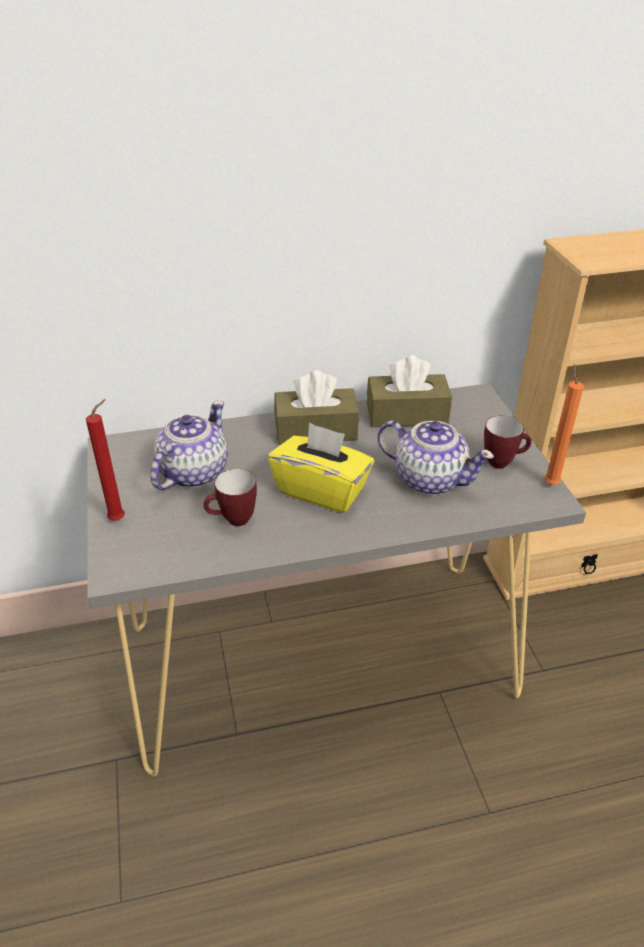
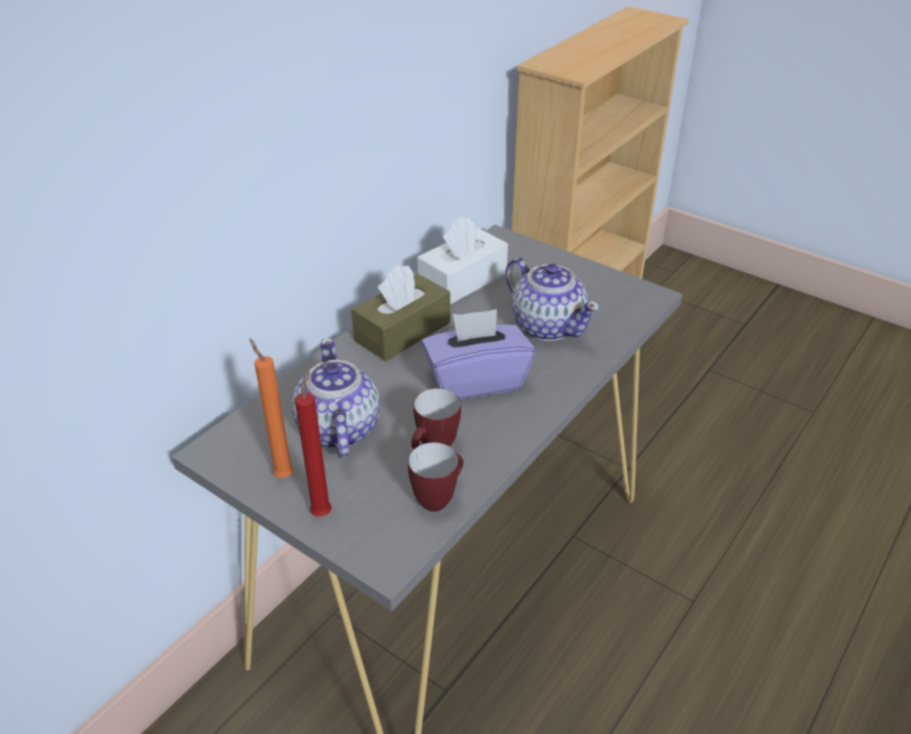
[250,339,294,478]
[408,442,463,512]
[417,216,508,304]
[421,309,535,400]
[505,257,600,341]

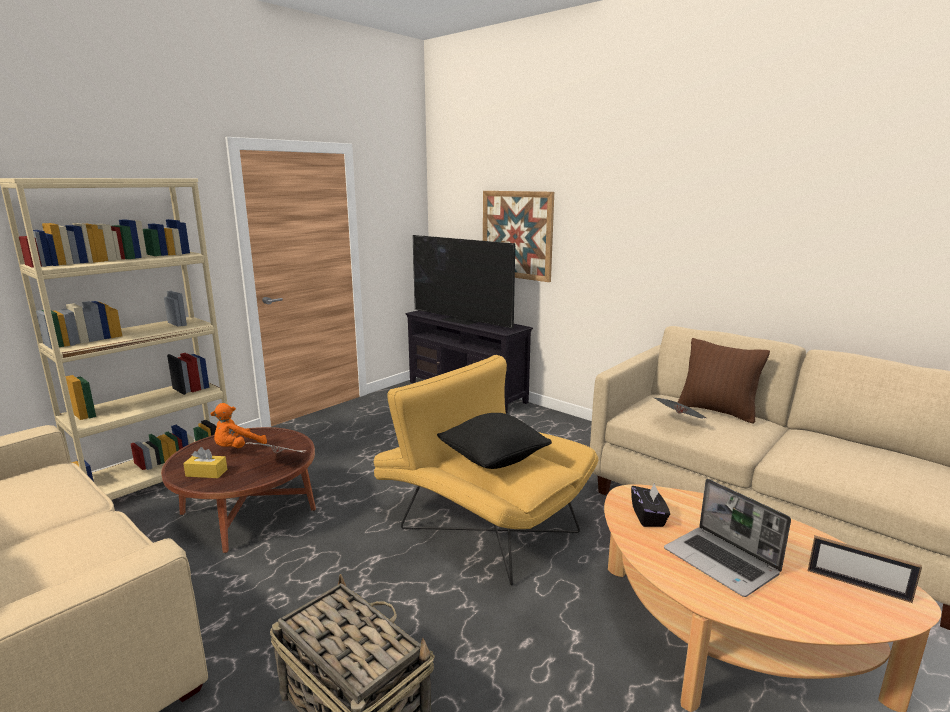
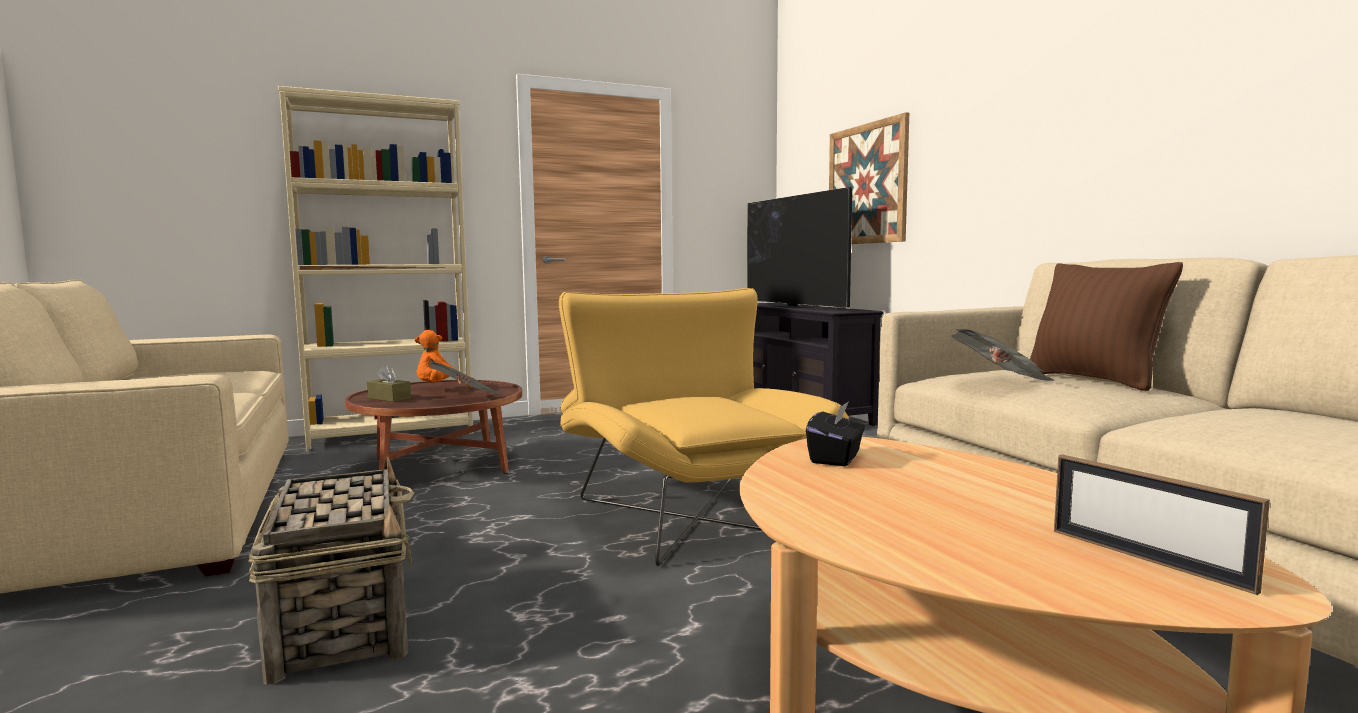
[367,365,411,402]
[437,413,552,469] (first image)
[664,479,791,597] (first image)

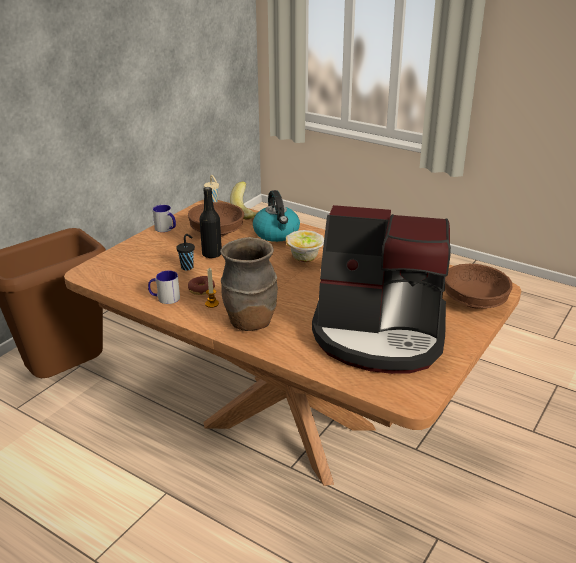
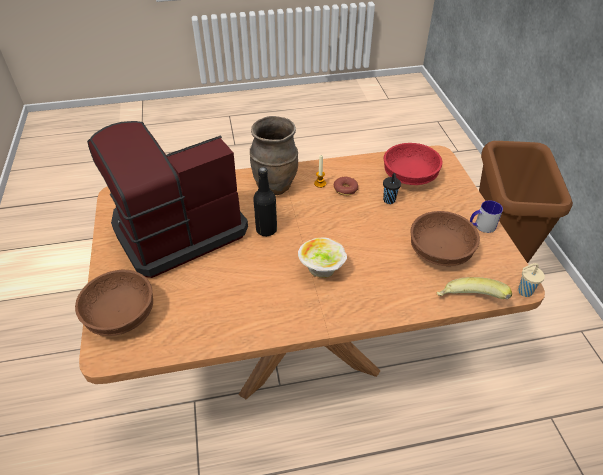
[253,167,277,236]
[384,143,443,185]
[148,271,180,304] (first image)
[253,190,300,242] (first image)

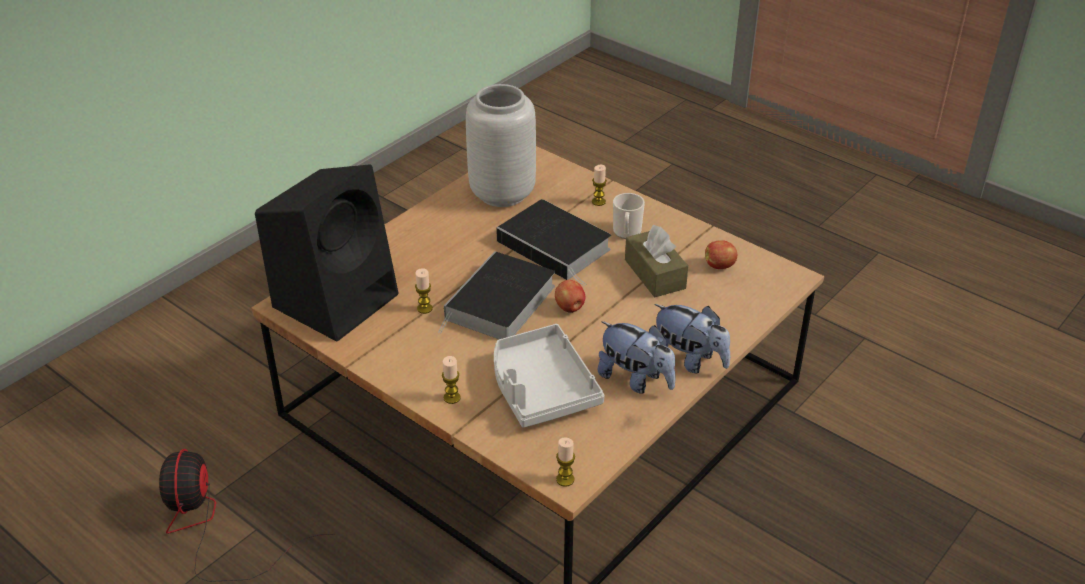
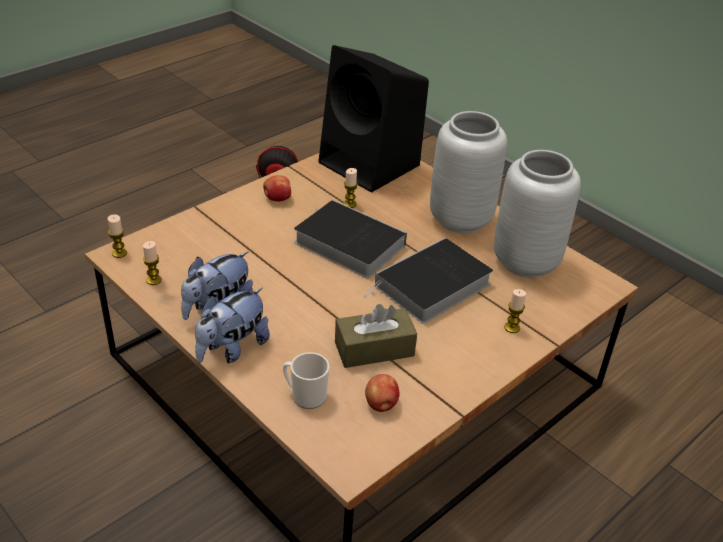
[143,241,162,285]
[263,175,291,201]
[283,352,329,409]
[430,111,507,233]
[494,324,605,428] (first image)

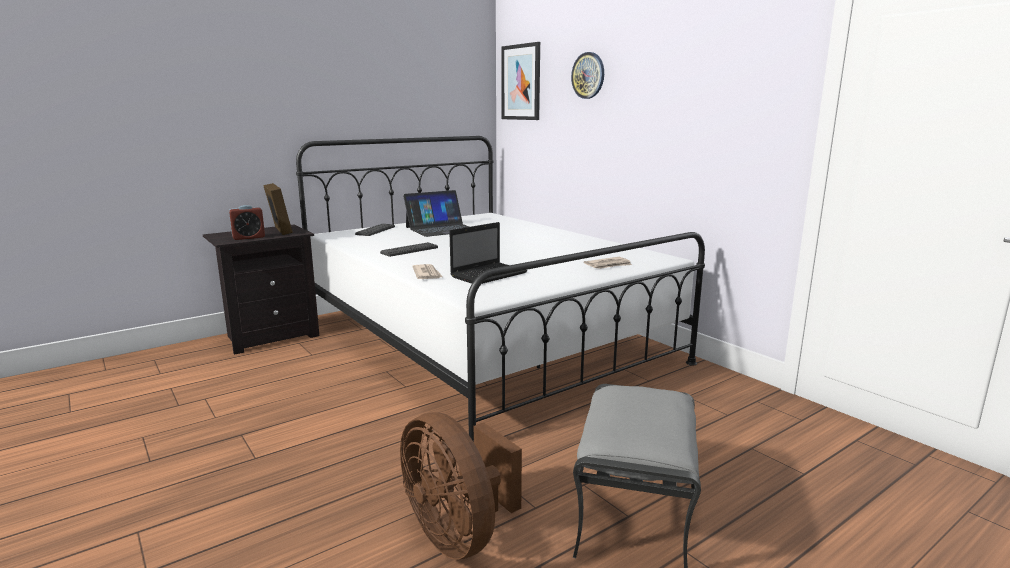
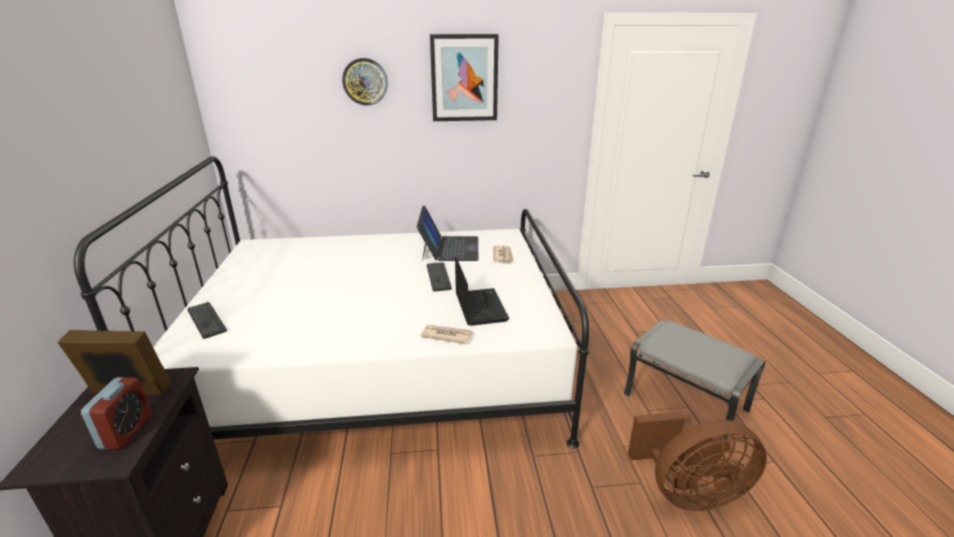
[417,205,478,261]
[427,262,452,292]
[430,34,499,121]

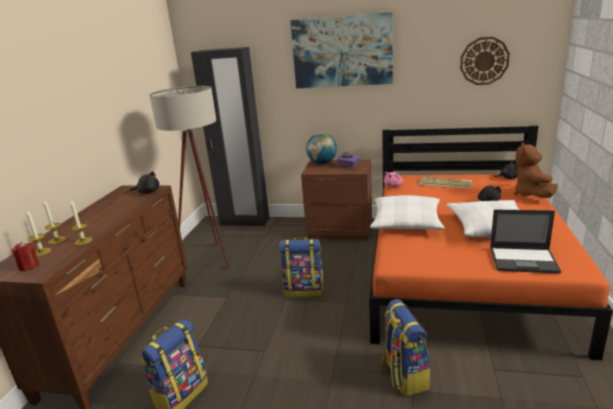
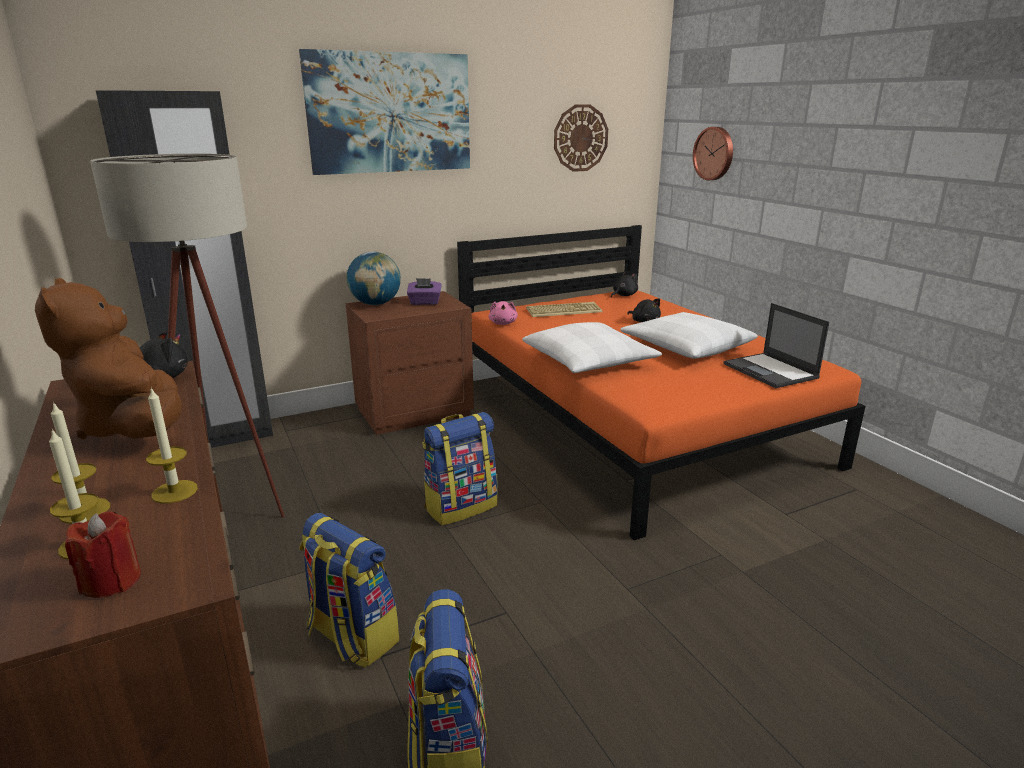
[35,278,182,440]
[299,513,399,668]
[693,127,733,180]
[724,303,829,388]

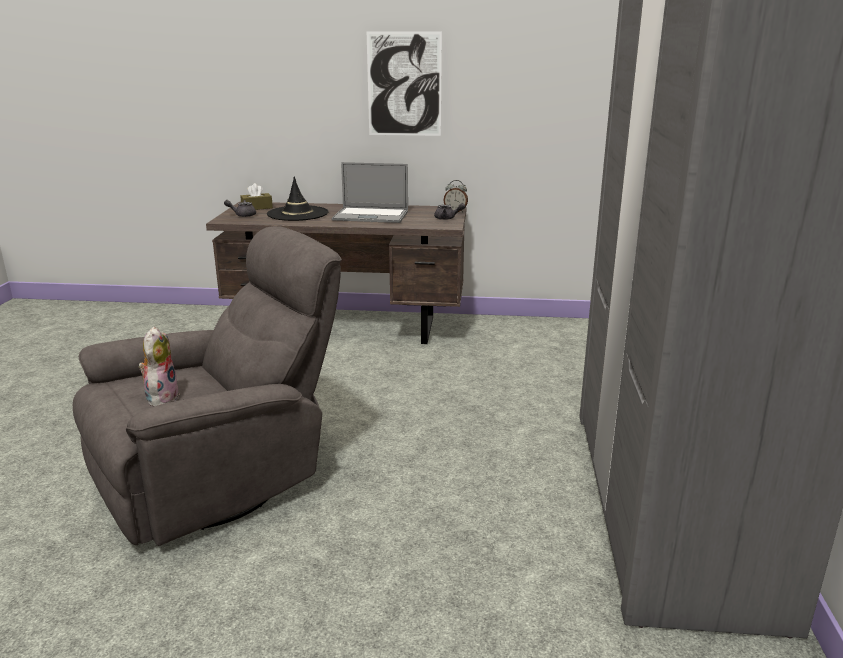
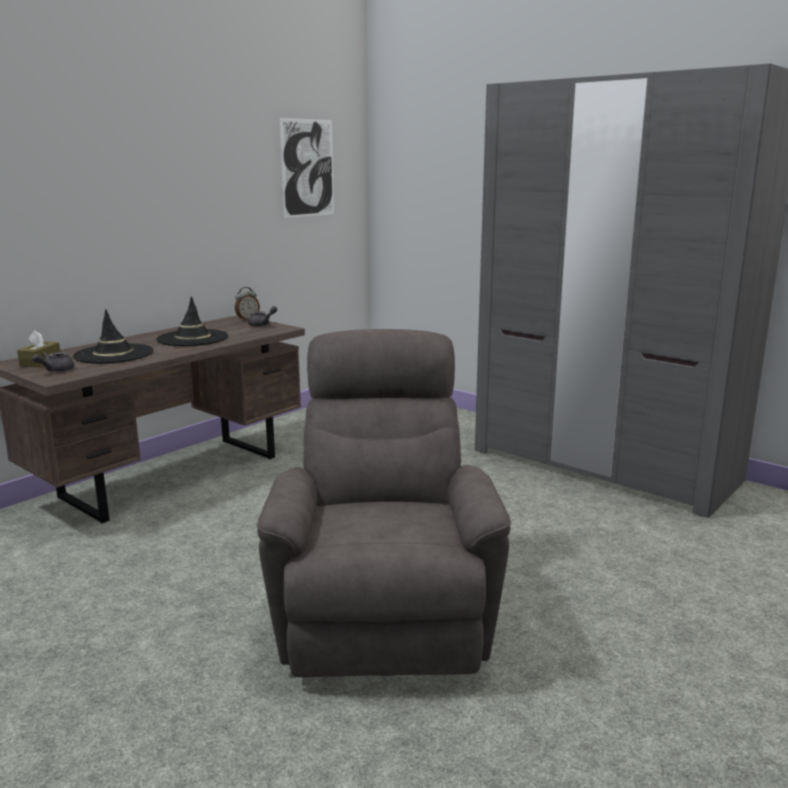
[156,296,228,346]
[280,118,334,218]
[139,327,180,407] (first image)

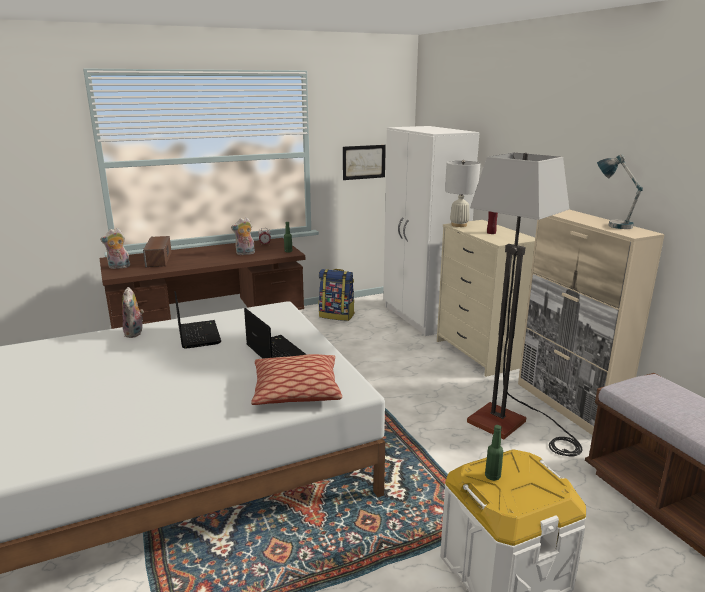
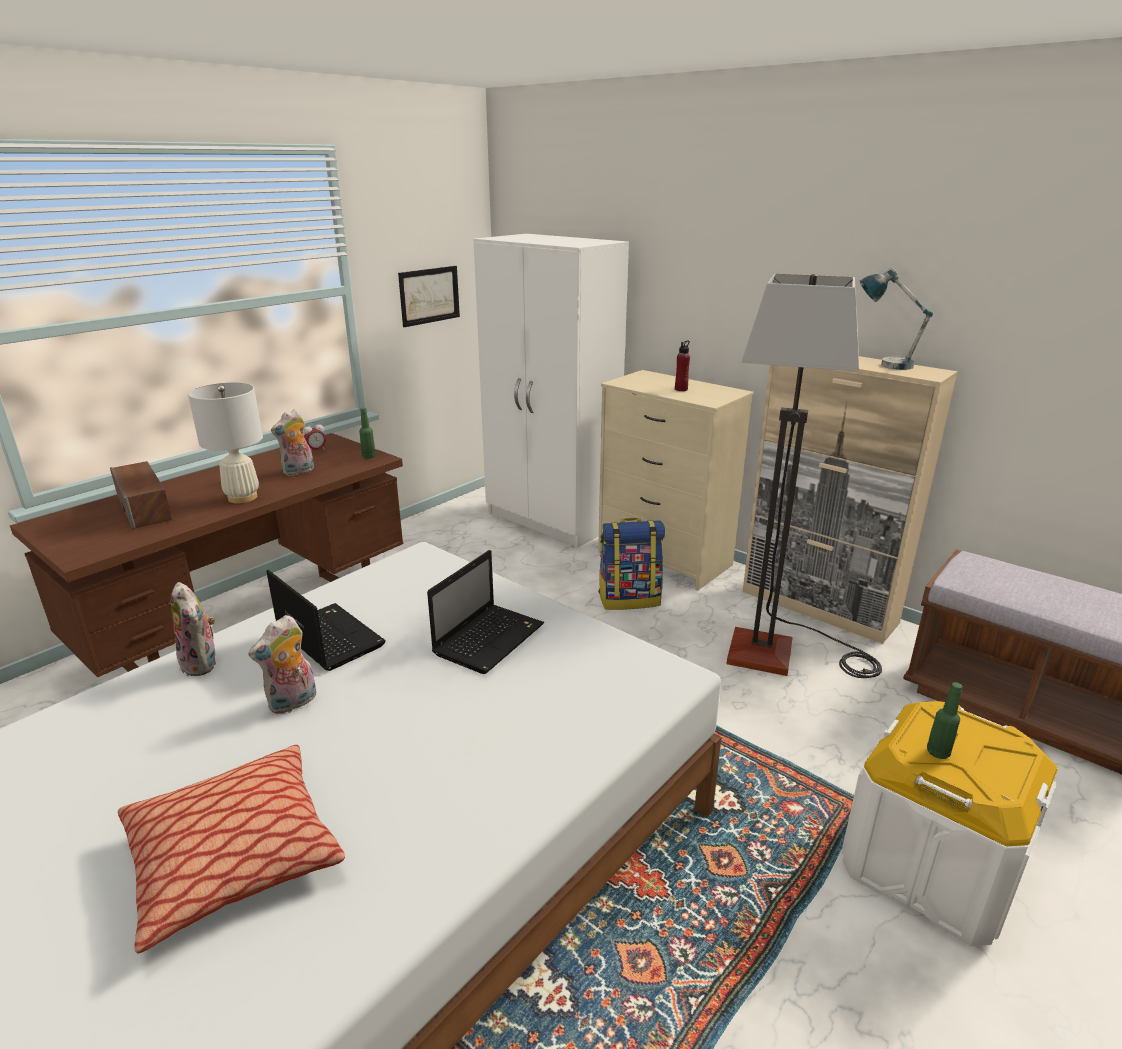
[118,745,345,954]
[188,383,263,504]
[248,615,316,714]
[427,550,544,674]
[598,518,665,610]

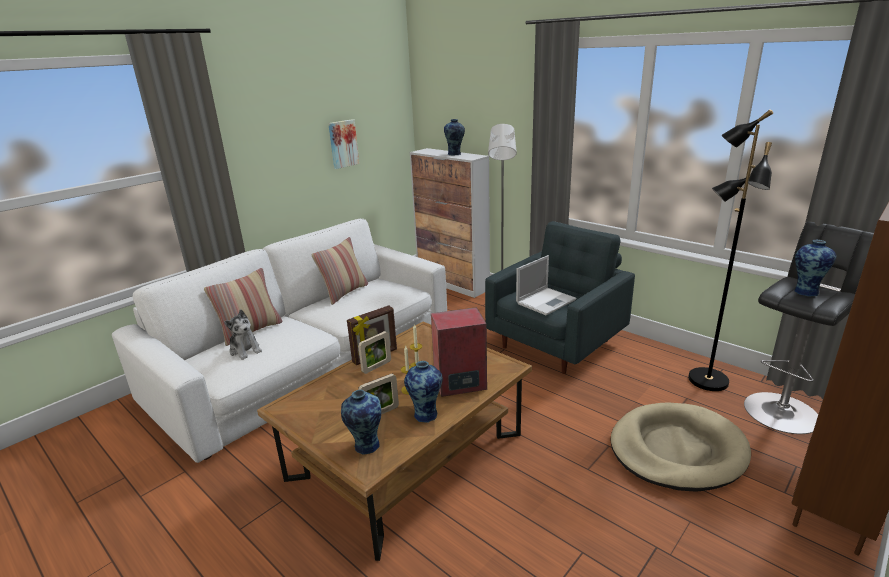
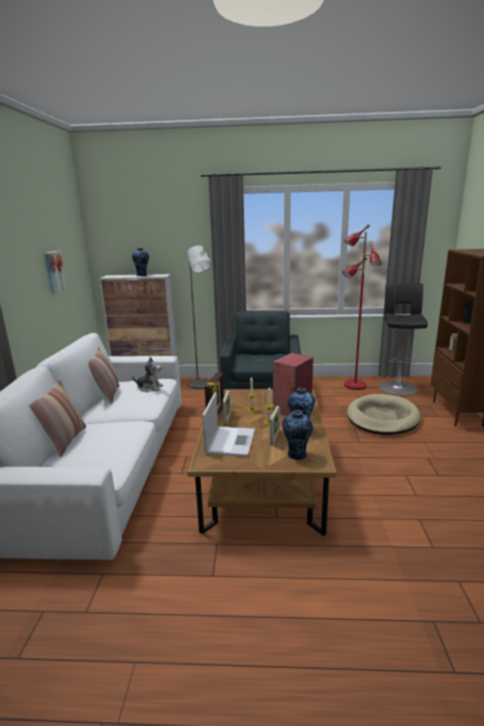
[132,357,163,392]
[202,392,255,457]
[342,224,382,390]
[794,240,837,297] (first image)

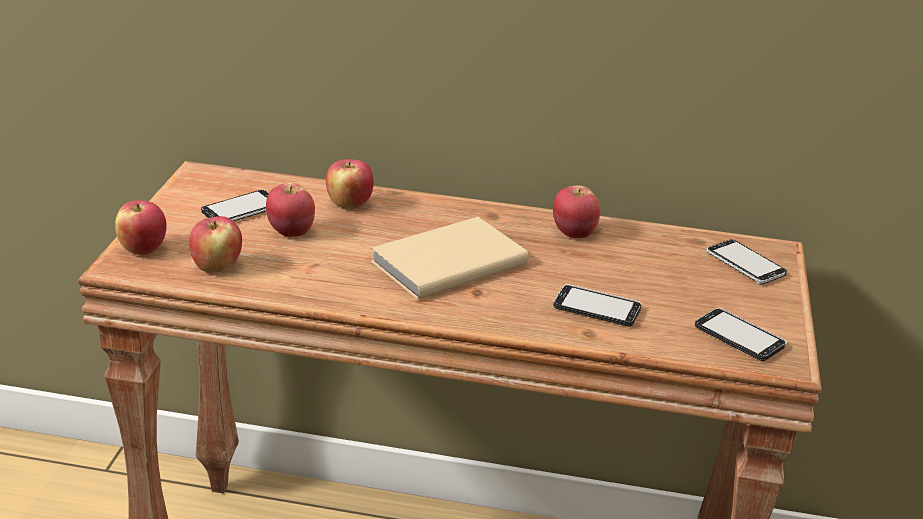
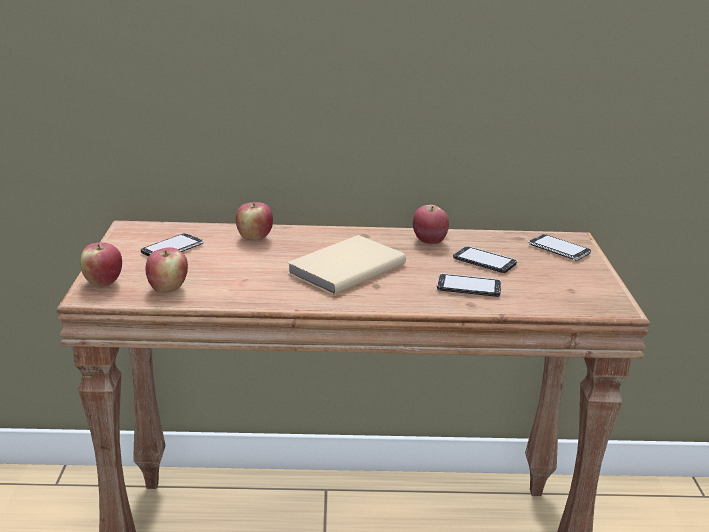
[453,246,517,273]
[266,183,315,237] (first image)

